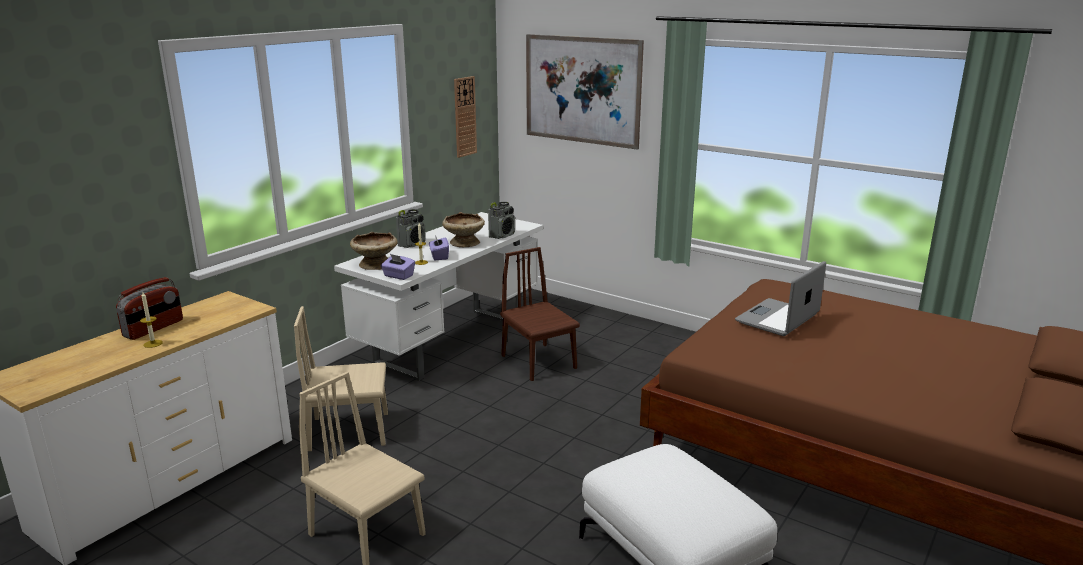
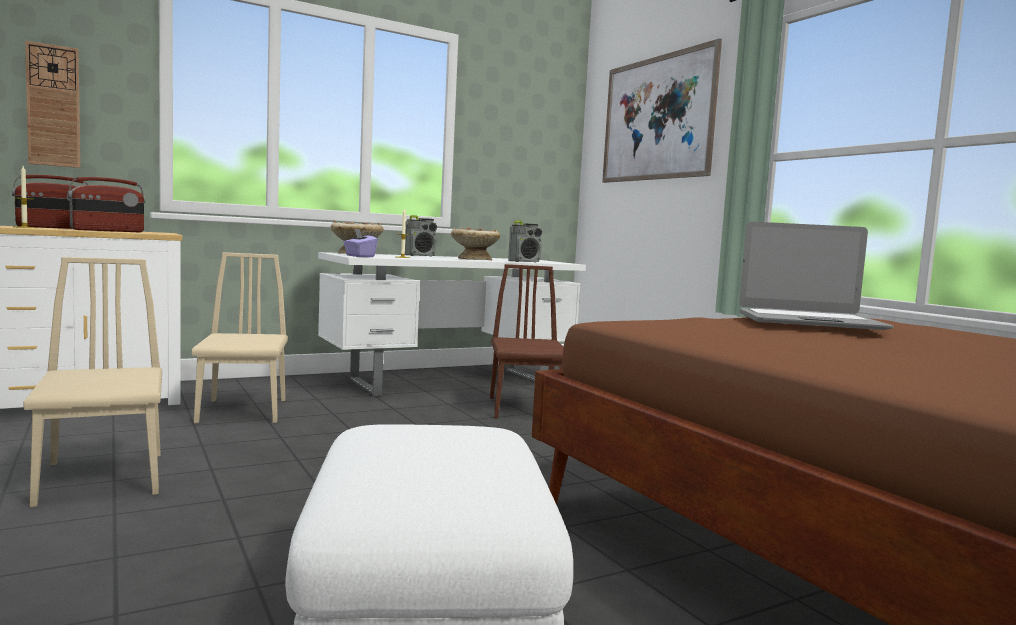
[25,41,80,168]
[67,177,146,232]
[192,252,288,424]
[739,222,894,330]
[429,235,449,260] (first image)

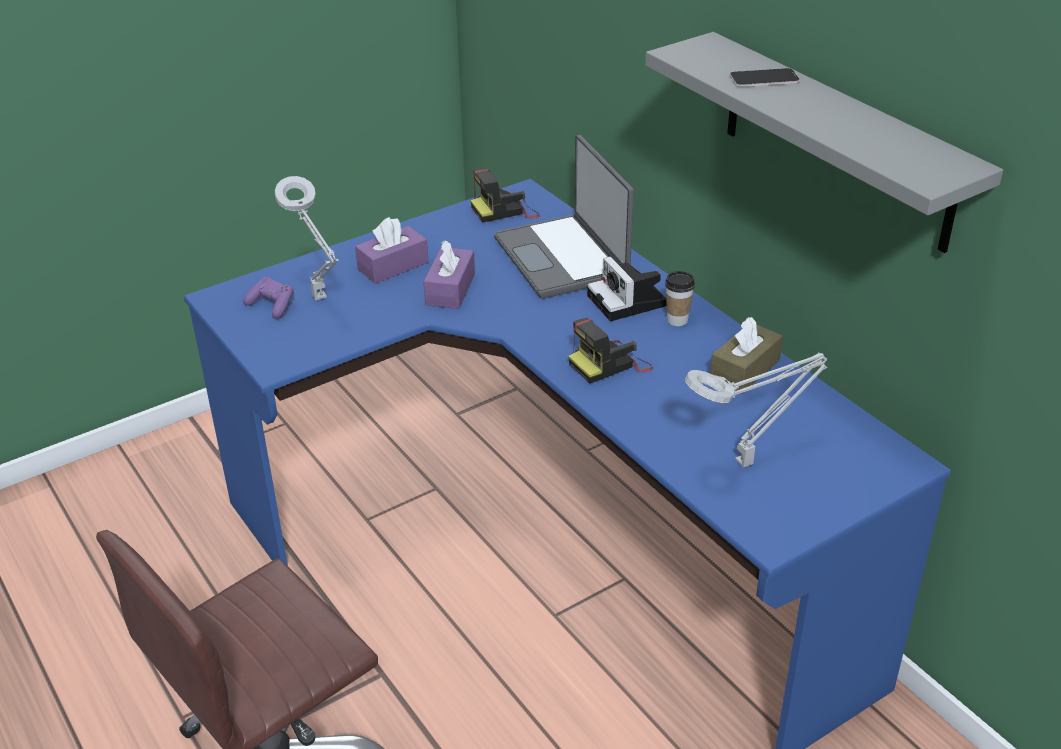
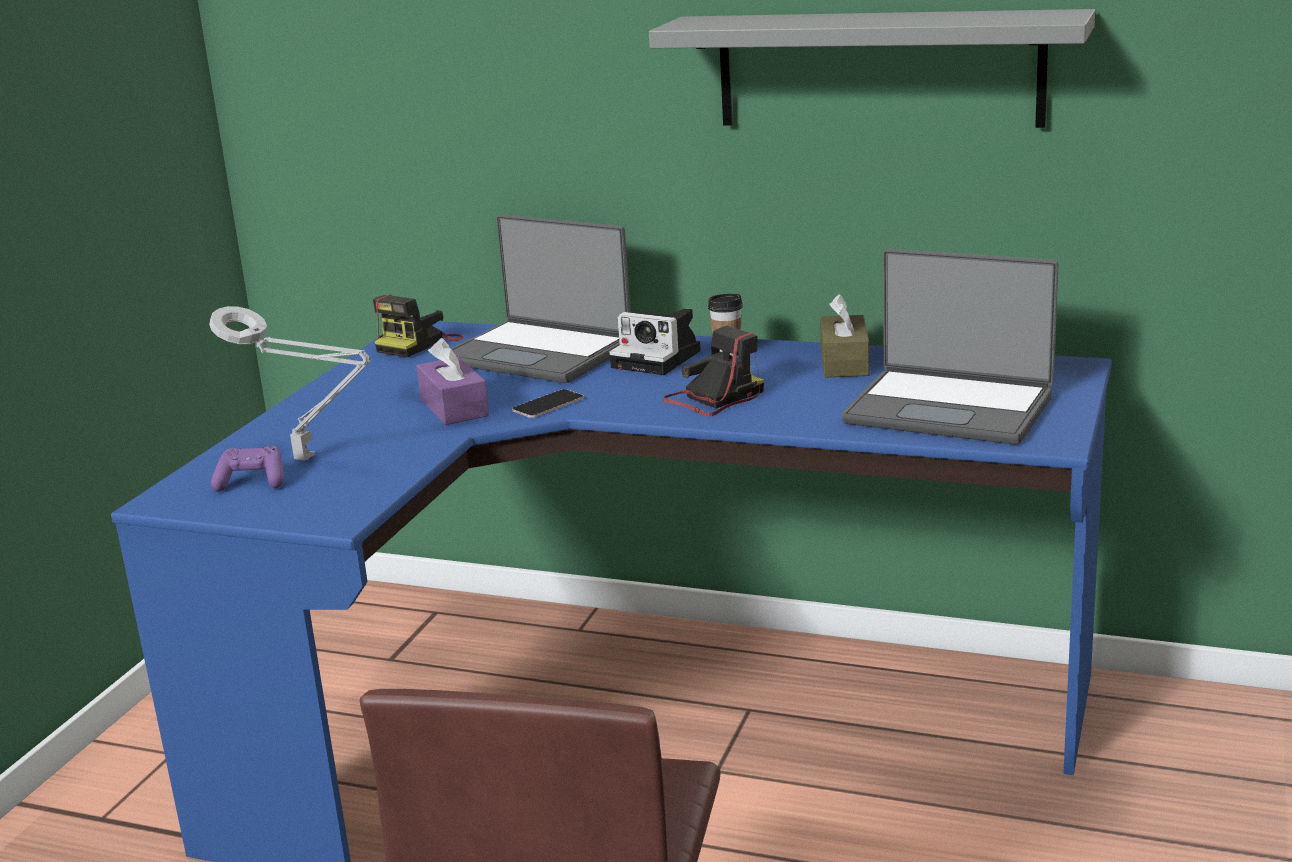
[512,389,584,418]
[662,326,764,416]
[842,249,1058,445]
[355,217,429,284] (first image)

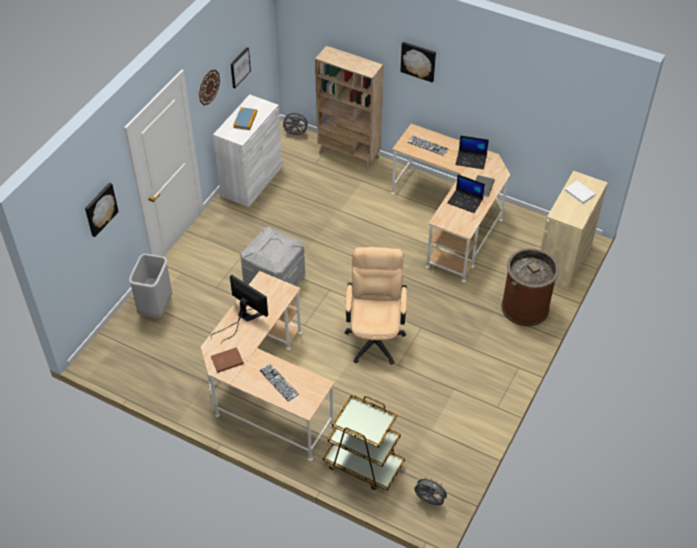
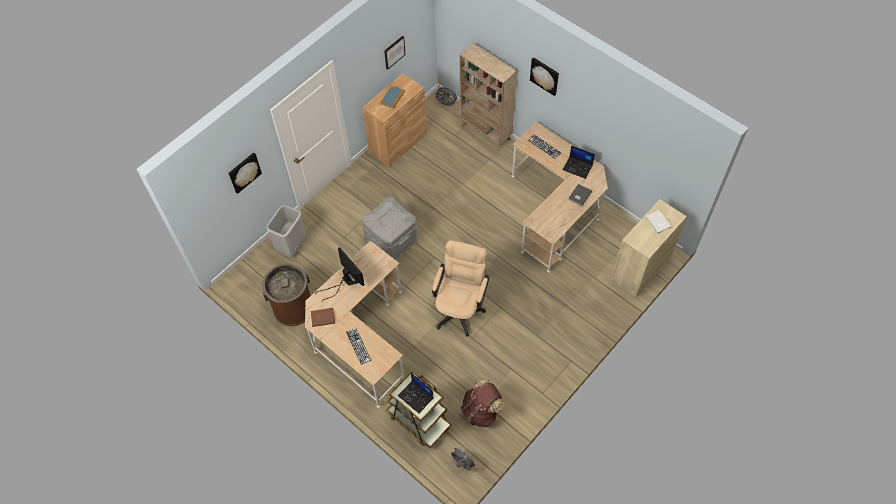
[262,263,311,326]
[362,73,427,167]
[398,373,433,413]
[461,378,505,428]
[199,70,220,105] (first image)

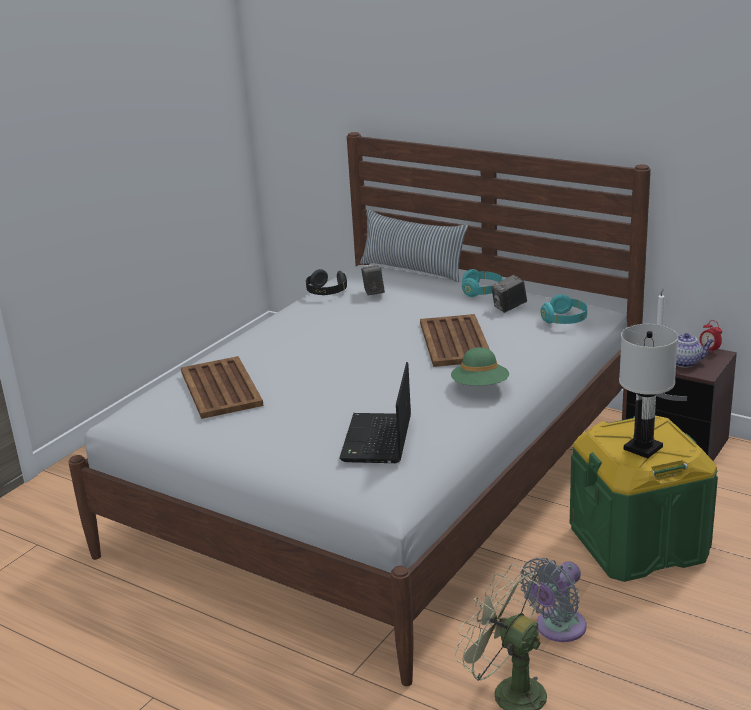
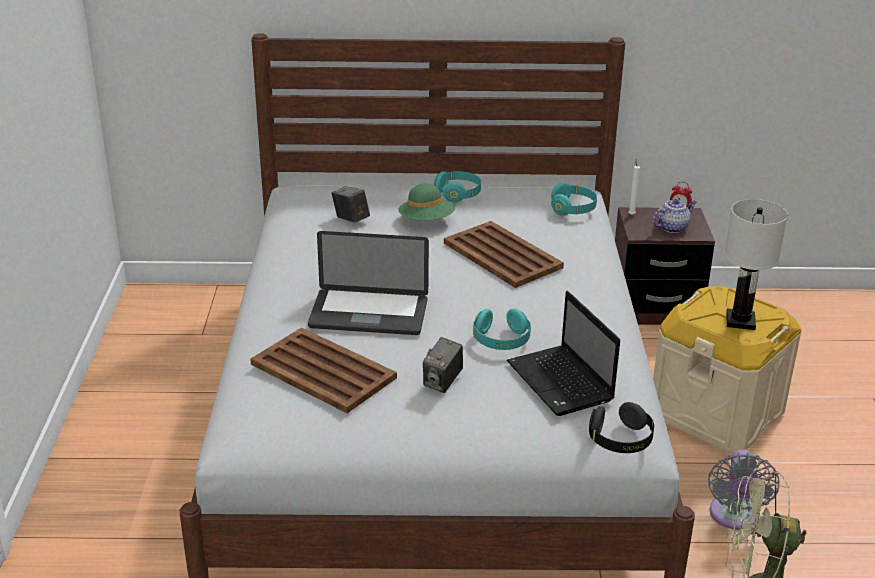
[308,231,429,335]
[398,183,455,221]
[423,337,463,393]
[473,308,531,350]
[589,402,654,453]
[653,286,801,453]
[360,209,468,282] (first image)

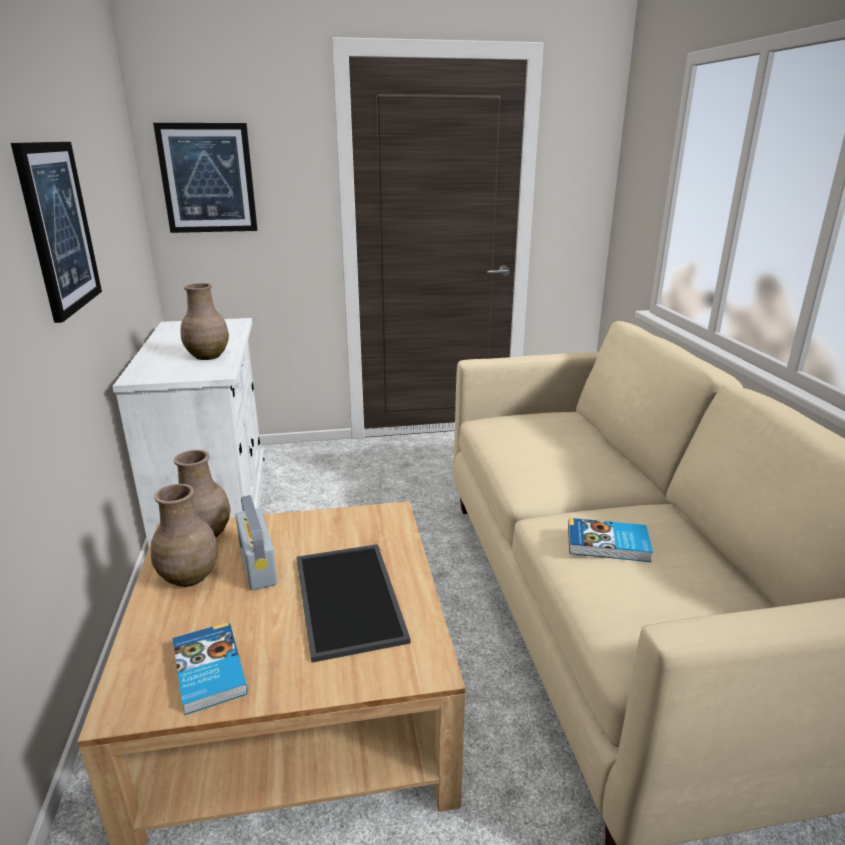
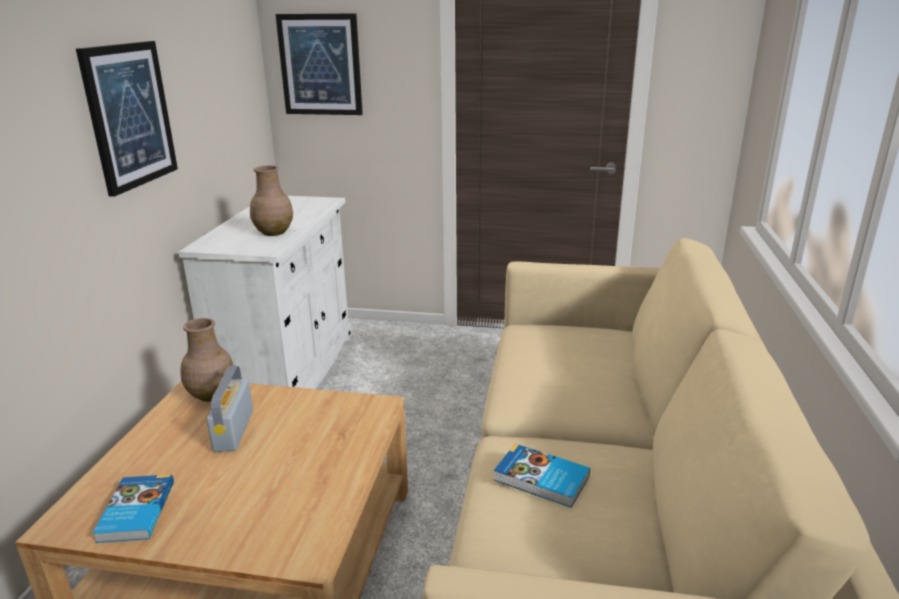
[151,484,218,587] (first image)
[297,544,411,663] (first image)

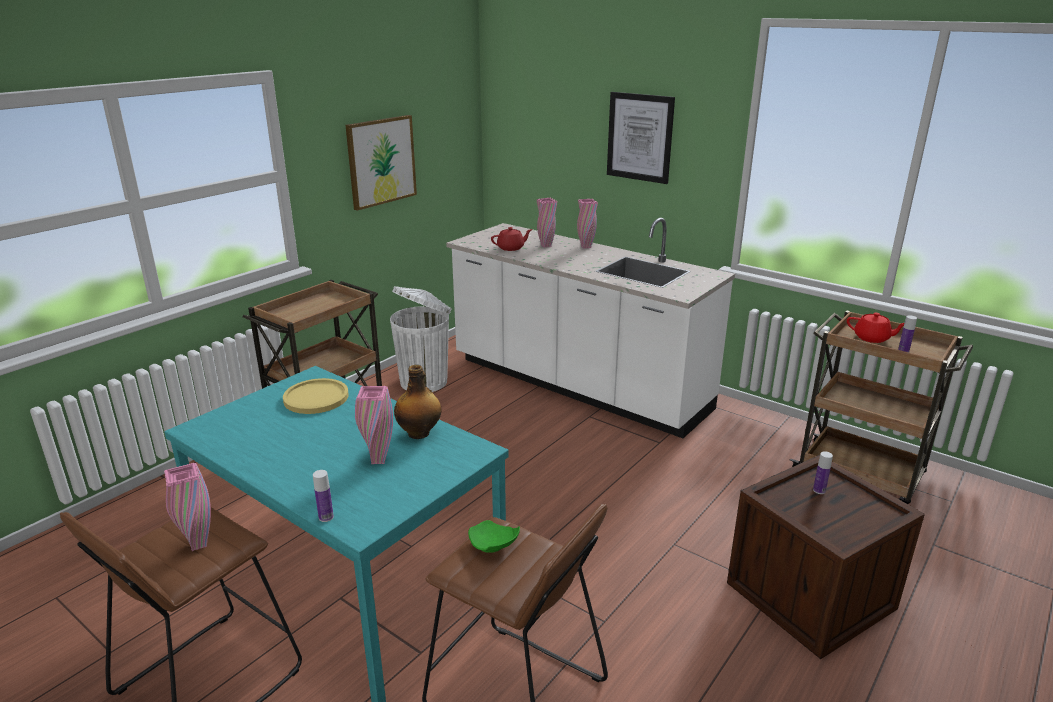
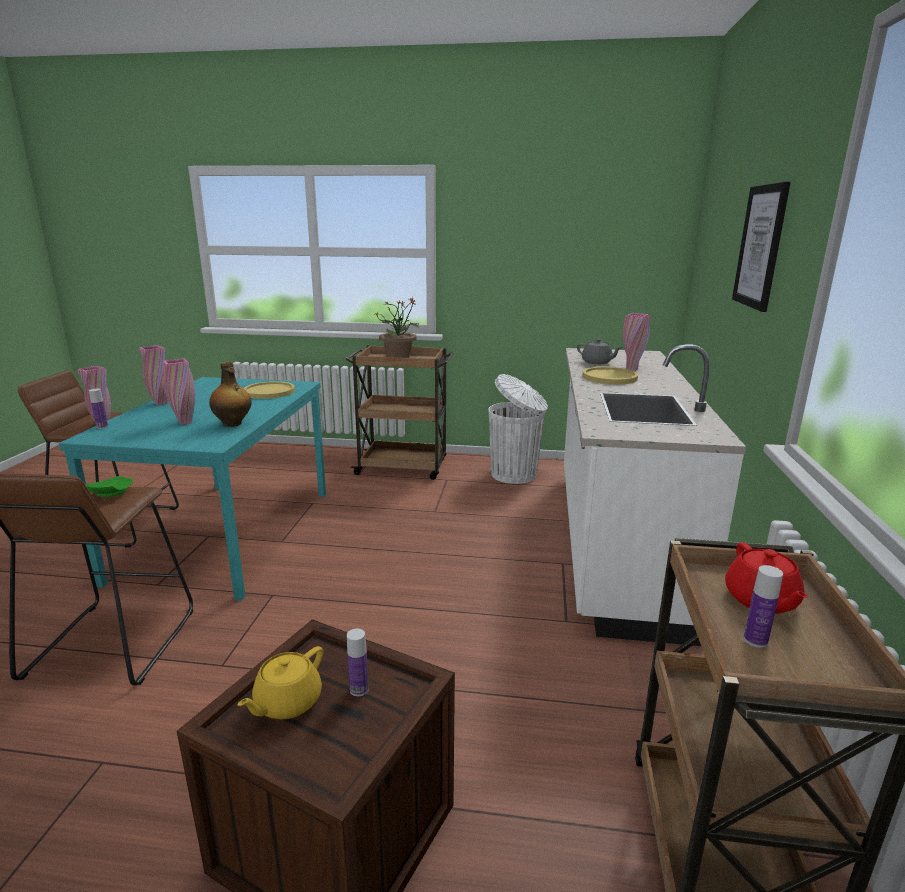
[138,345,168,406]
[237,646,323,720]
[375,297,420,358]
[577,339,623,364]
[583,367,638,384]
[345,115,417,211] (first image)

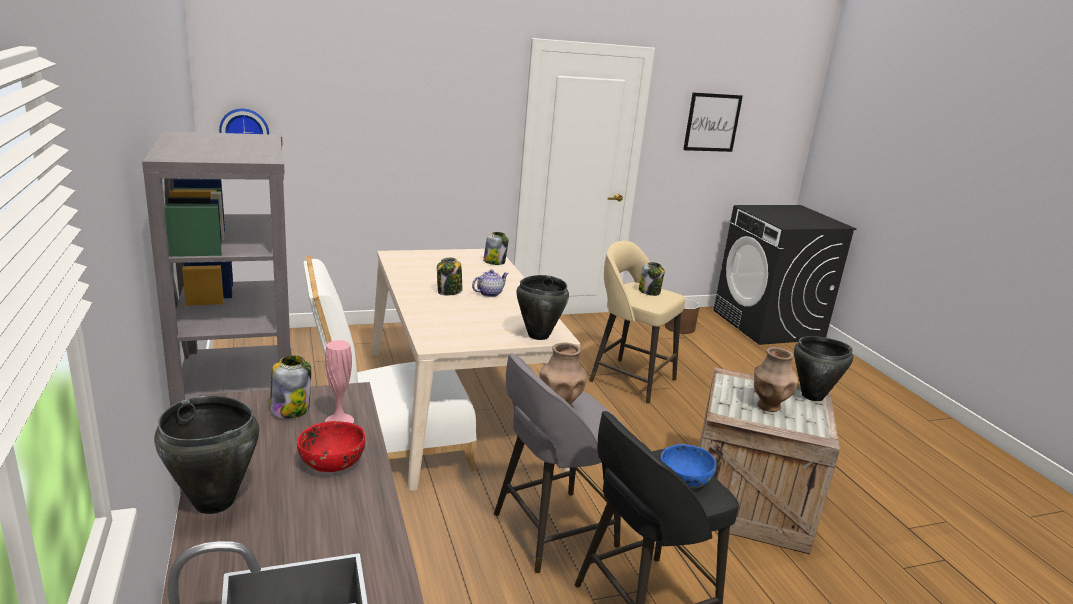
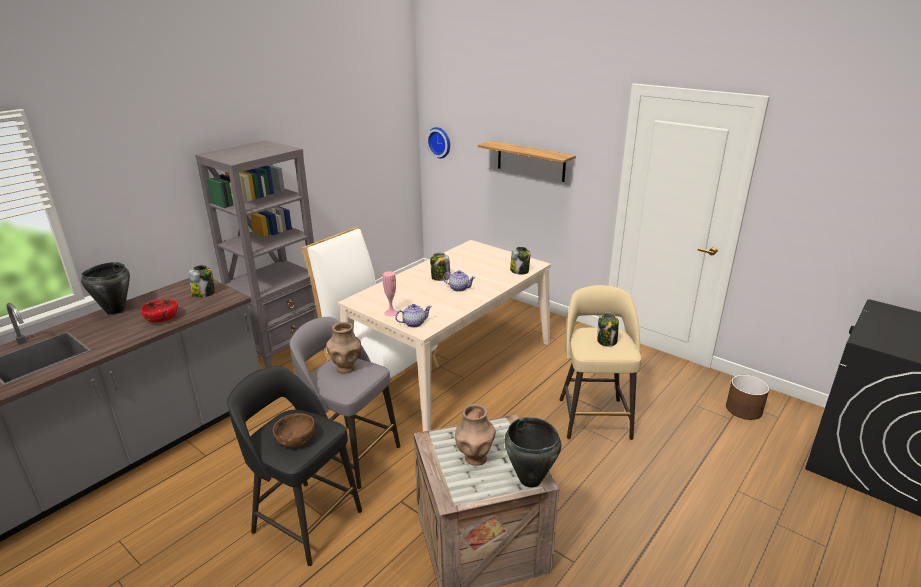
[273,413,315,447]
[383,271,398,316]
[395,304,432,327]
[478,141,576,182]
[683,93,743,152] (first image)

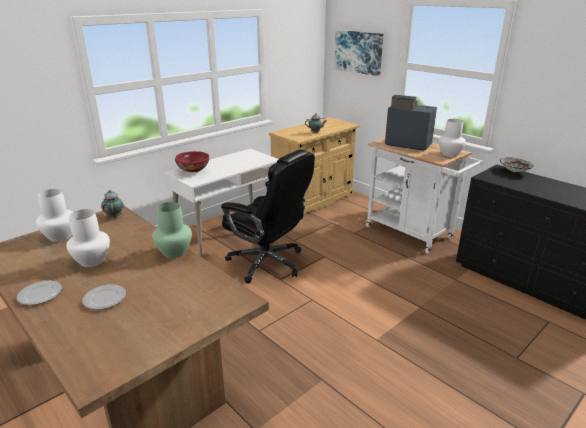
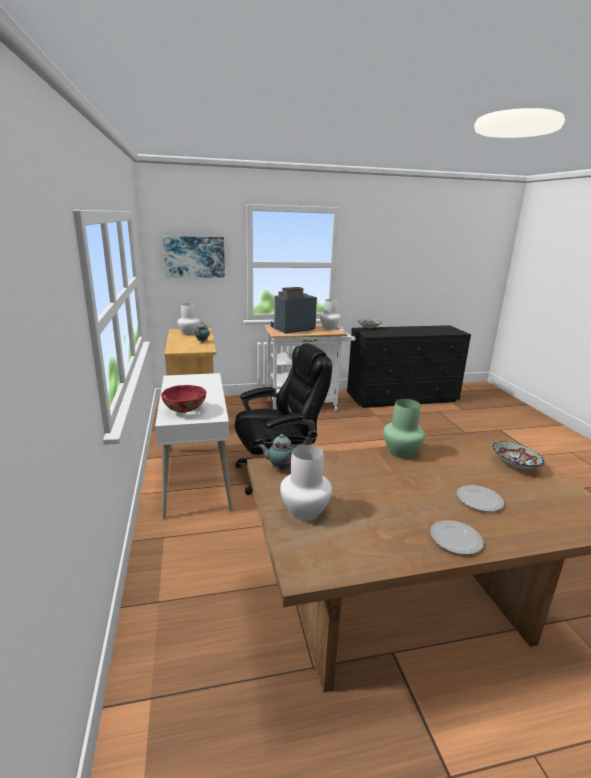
[177,303,200,335]
[493,441,544,469]

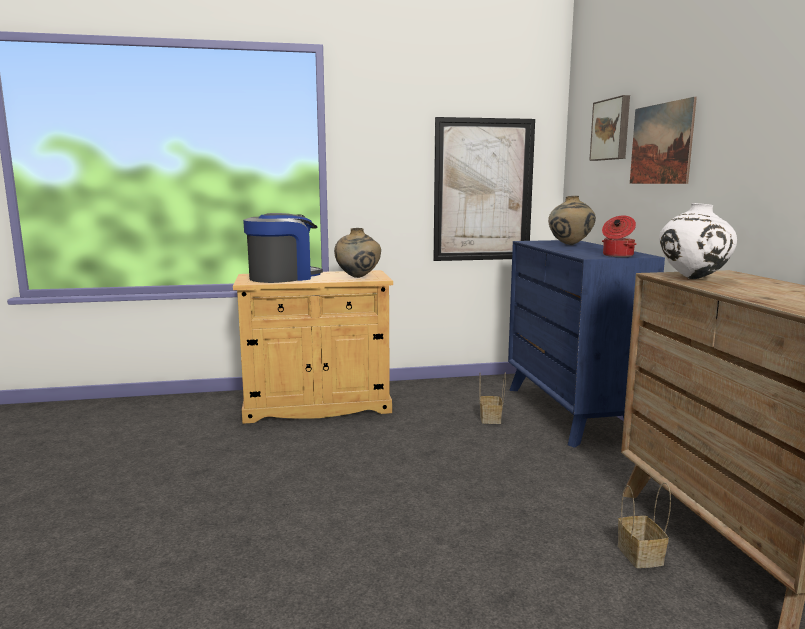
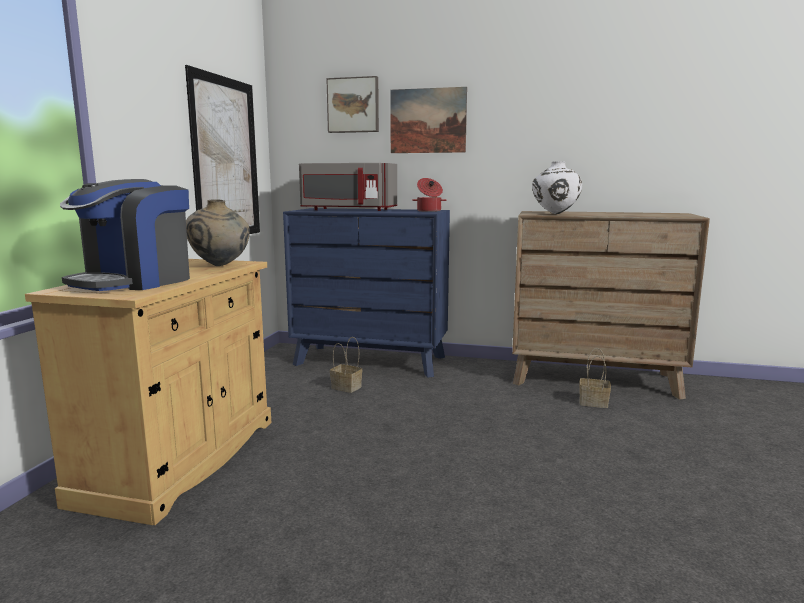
[60,179,190,291]
[299,163,397,211]

